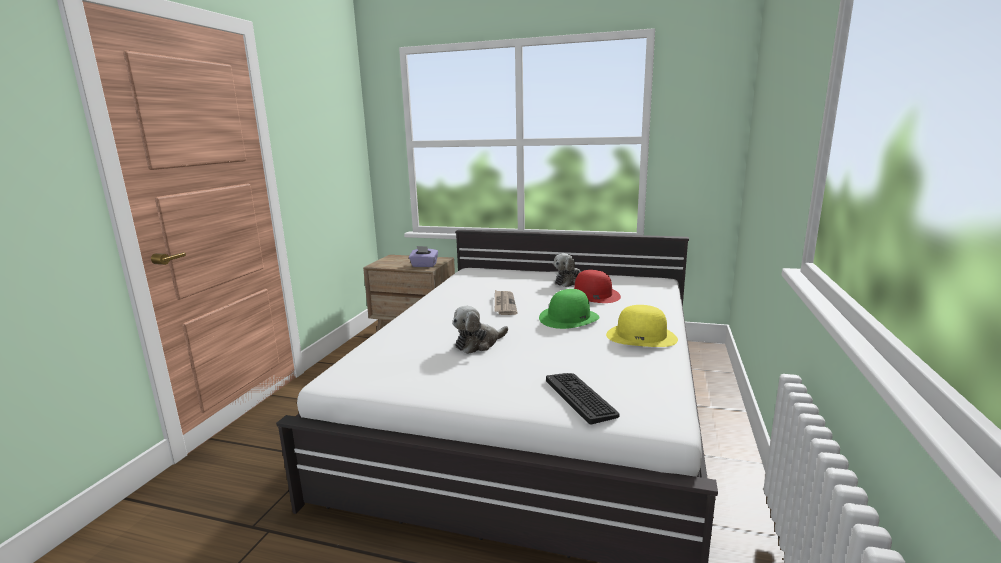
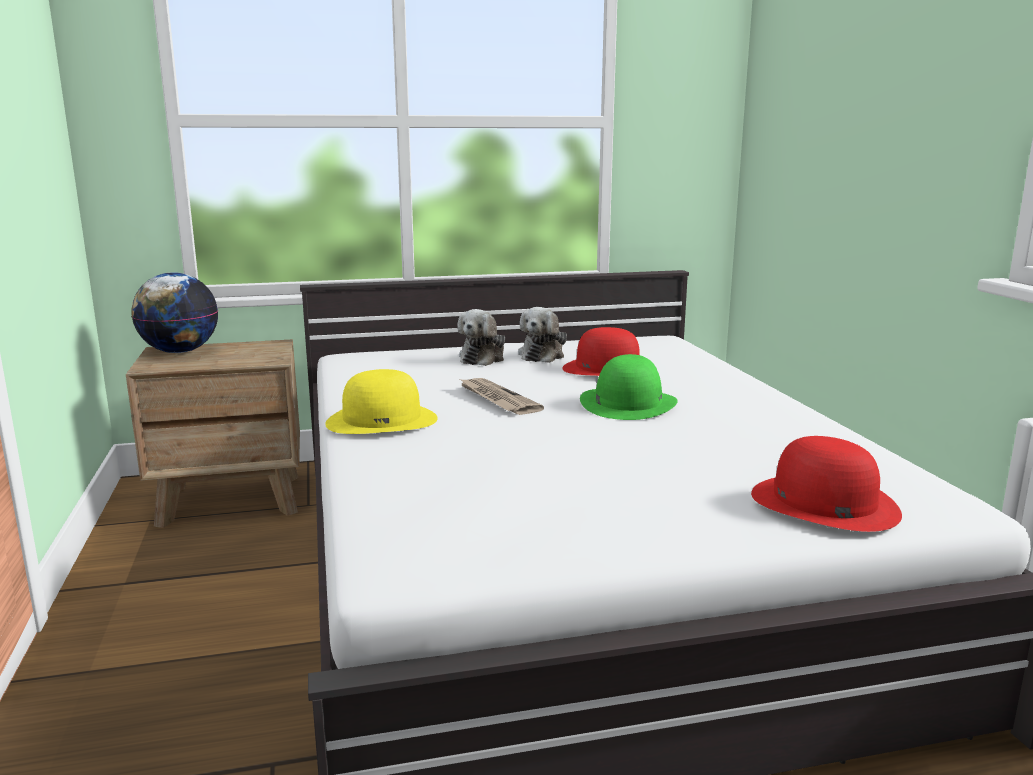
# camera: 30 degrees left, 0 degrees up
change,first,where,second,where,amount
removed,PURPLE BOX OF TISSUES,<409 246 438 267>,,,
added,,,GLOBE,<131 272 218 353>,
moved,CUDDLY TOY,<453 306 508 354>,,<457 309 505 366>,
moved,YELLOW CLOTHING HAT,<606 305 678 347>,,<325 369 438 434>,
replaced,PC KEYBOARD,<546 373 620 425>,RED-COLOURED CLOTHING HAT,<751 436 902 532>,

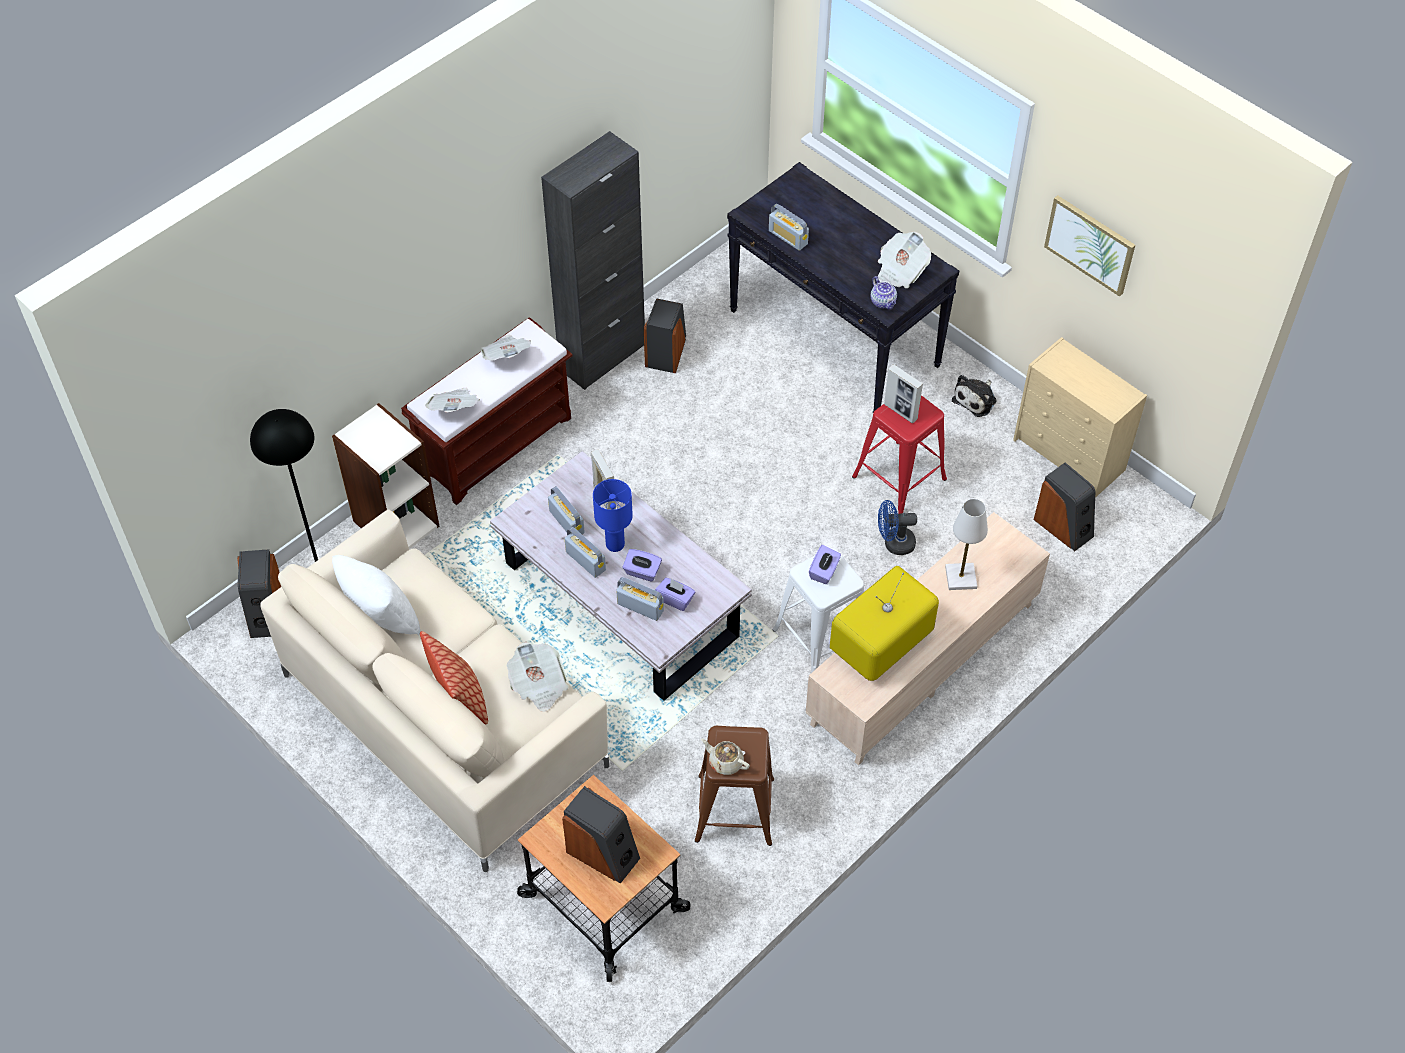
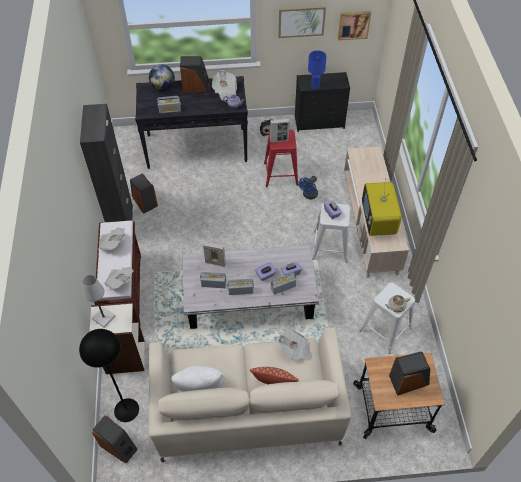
# camera: 50 degrees left, 0 degrees up
change,first,where,second,where,amount
added,,,GLOBE,<149 65 175 91>,
added,,,WALL PICTURE,<338 11 371 41>,
moved,BLUE TABLETOP LAMP,<593 479 633 552>,,<308 50 327 89>,
moved,WHITE-COLOURED TABLETOP LAMP,<945 499 988 590>,,<83 275 116 328>,
moved,LOUDSPEAKER,<1034 462 1095 551>,,<180 56 210 94>,
recoloured,BROWN-COLOURED STOOL SEAT,<695 726 774 846>,WHITE-COLOURED STOOL SEAT,<359 282 415 354>,
recoloured,BEIGE-COLOURED DRAWER CHEST,<1013 337 1147 498>,BLACKISH DRAWER CHEST,<295 72 350 132>,

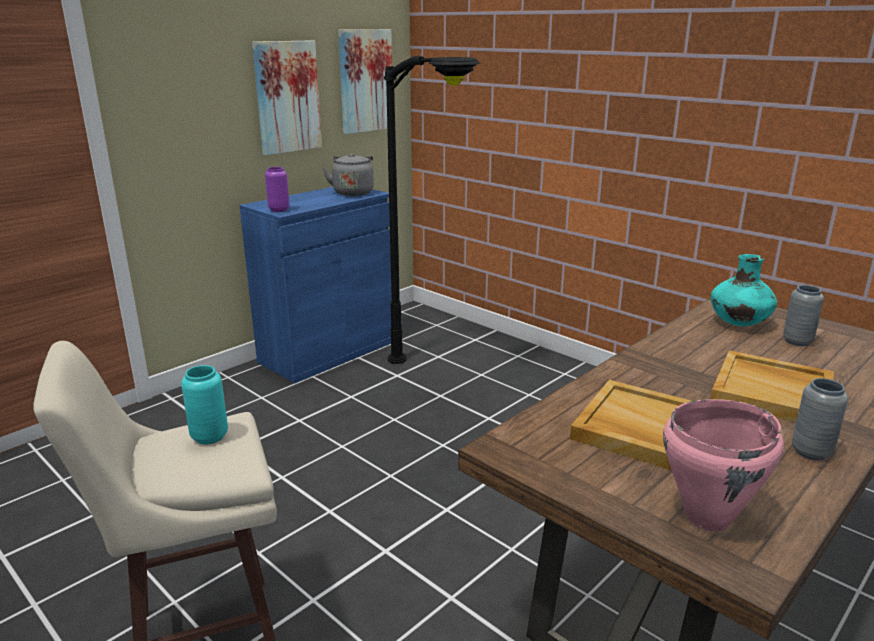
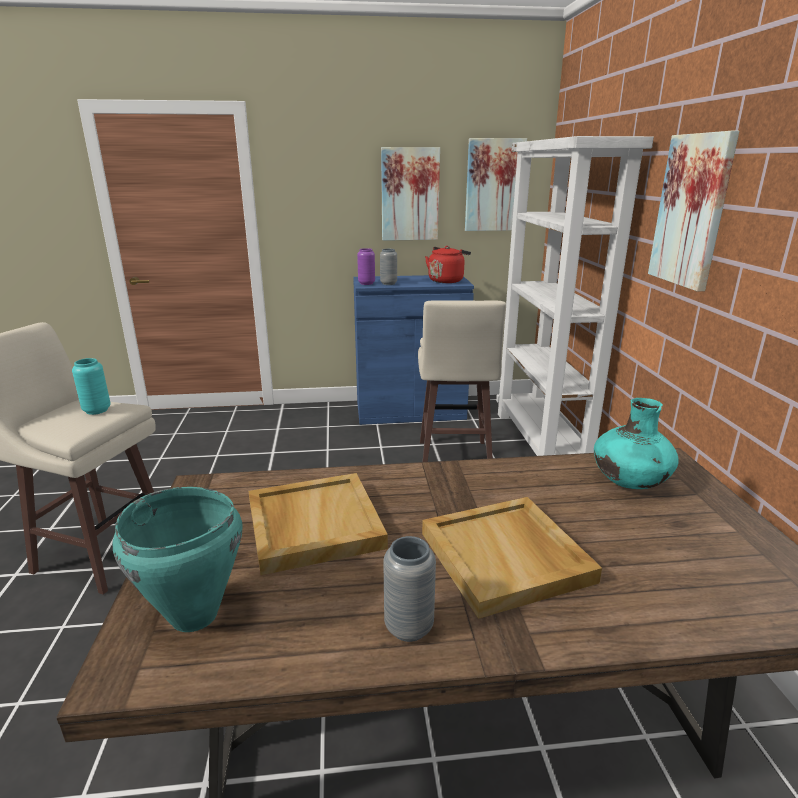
# camera: 40 degrees right, 0 degrees up
change,first,where,second,where,amount
added,,,WHITE-COLOURED BOOKCASE,<496 136 654 456>,
added,,,WALL PICTURE,<648 131 739 291>,
moved,GREY FLOWER VASE,<783 285 824 346>,,<380 249 397 285>,
replaced,BLACKISH FLOOR LAMP,<384 56 480 364>,BEIGE-COLOURED STOOL SEAT,<418 300 506 462>,
recoloured,GREY TEA KETTLE,<323 153 374 196>,RED-COLOURED TEA KETTLE,<425 246 471 283>,
recoloured,PINKISH SAUCEPOT,<663 399 784 531>,BLUE-GREEN SAUCEPOT,<113 487 242 632>,

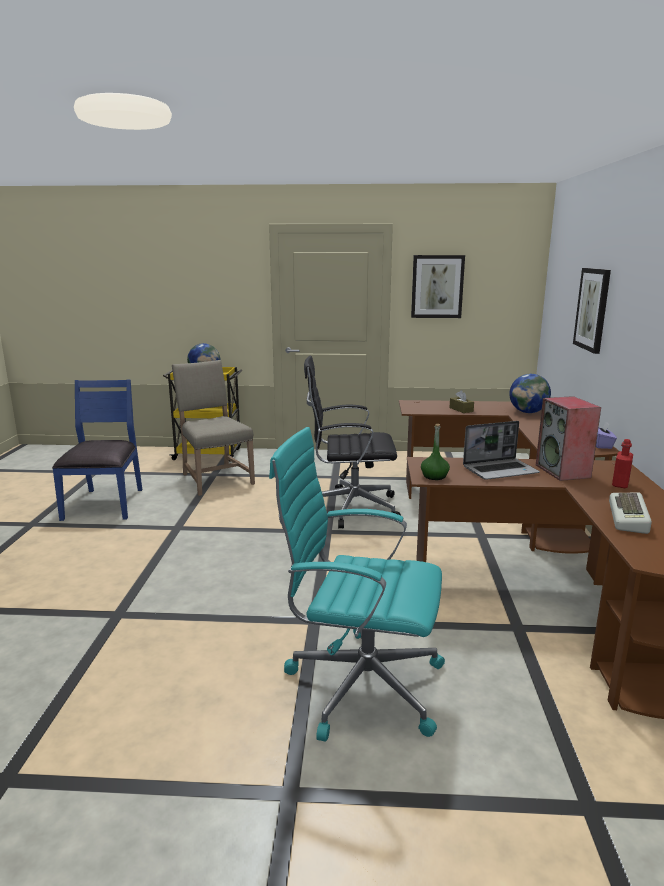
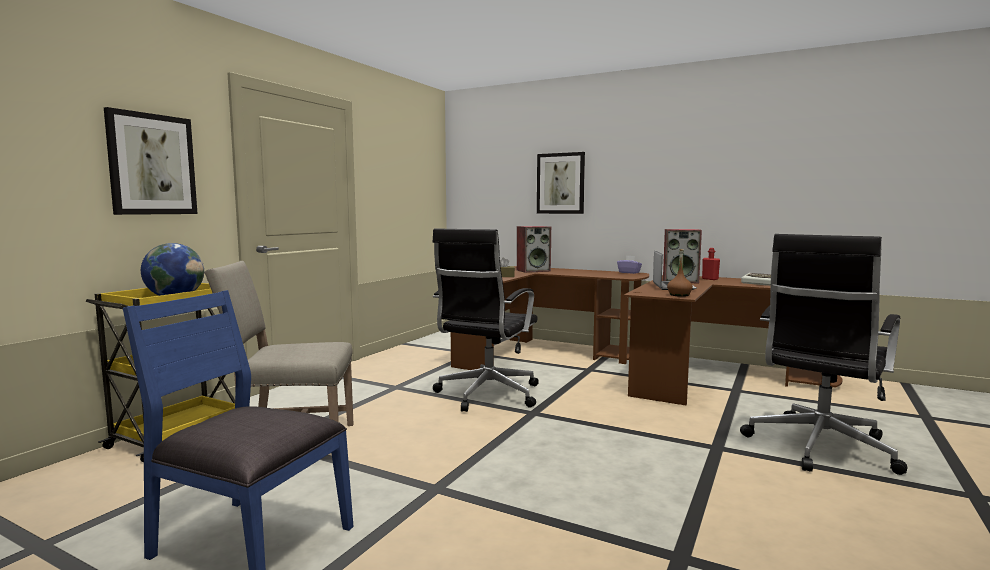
# camera: 65 degrees left, 10 degrees down
change,first,where,second,where,amount
moved,WALL PICTURE,<411 255 465 318>,,<104 107 197 215>,
replaced,GLOBE,<509 374 551 413>,LOUDSPEAKER,<517 226 551 273>,
recoloured,BLUE-GREEN DESK CHAIR,<269 427 445 742>,BLACKISH DESK CHAIR,<740 234 907 475>,
recoloured,GREEN BEVERAGE BOTTLE,<421 424 450 480>,BROWN-COLOURED BEVERAGE BOTTLE,<667 249 693 297>,

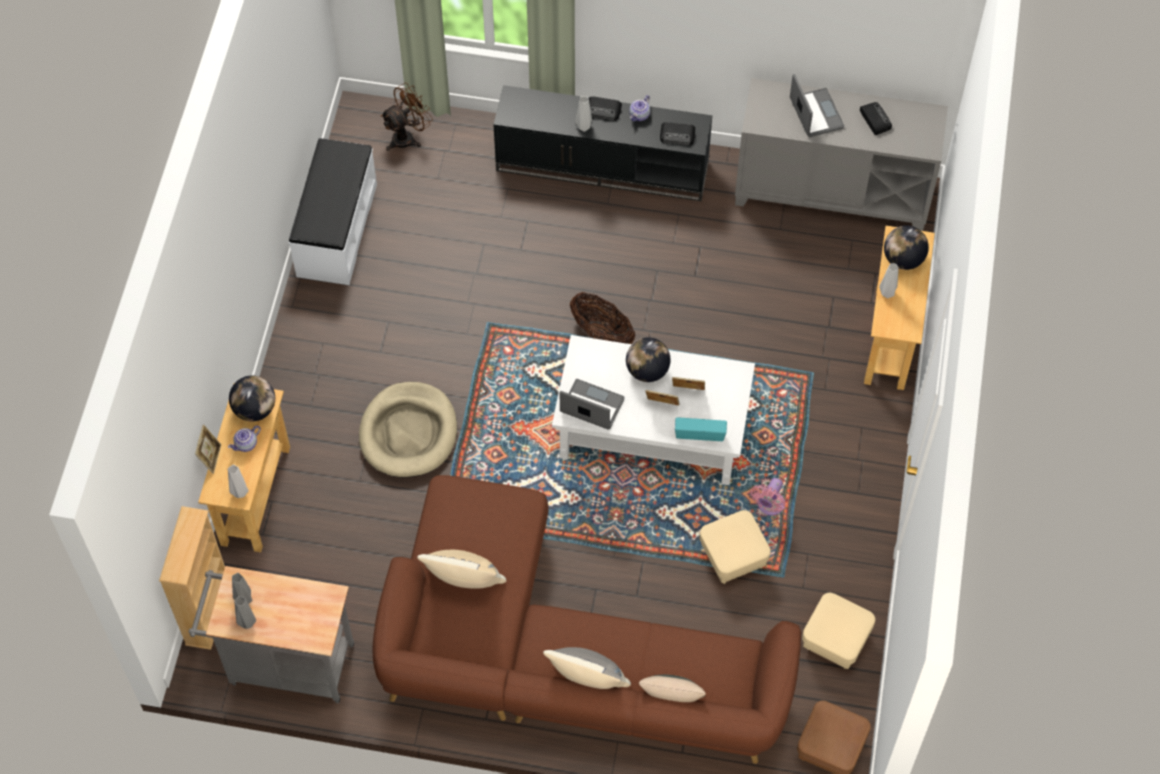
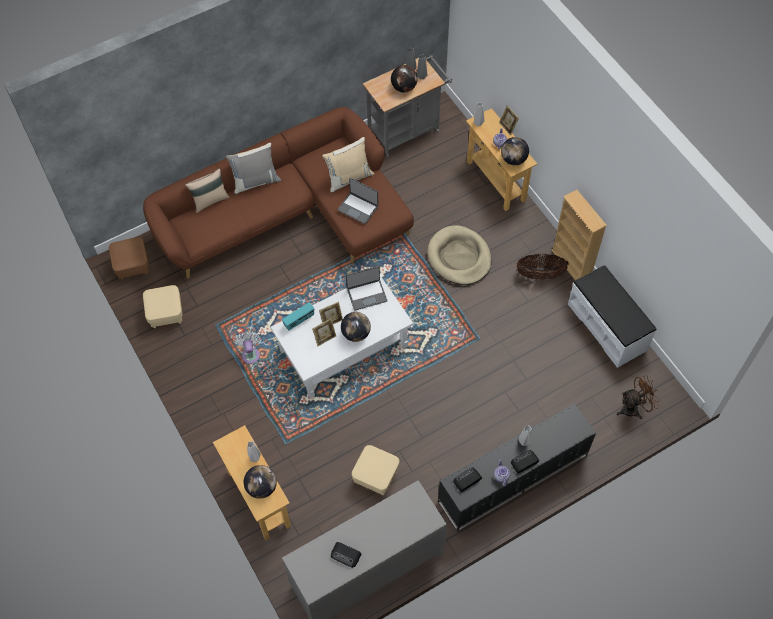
# camera: 140 degrees right, 0 degrees up
change,first,where,second,where,amount
added,,,GLOBE,<391 65 418 93>,
moved,BEIGE-COLOURED BOOKCASE,<159 506 225 650>,,<551 190 607 280>,
moved,BASKET,<570 292 635 344>,,<517 254 567 280>,
moved,BEIGE-COLOURED FOOTREST,<700 510 771 584>,,<352 445 400 495>,
moved,PORTABLE COMPUTER,<790 74 844 137>,,<337 178 378 224>,
recoloured,PINKISH ELECTRIC FAN,<750 478 786 516>,WHITE-COLOURED ELECTRIC FAN,<235 331 260 364>,
turned,BROWN-COLOURED ELECTRIC FAN,<380 83 433 151>,,<617 375 660 419>,120 degrees counterclockwise

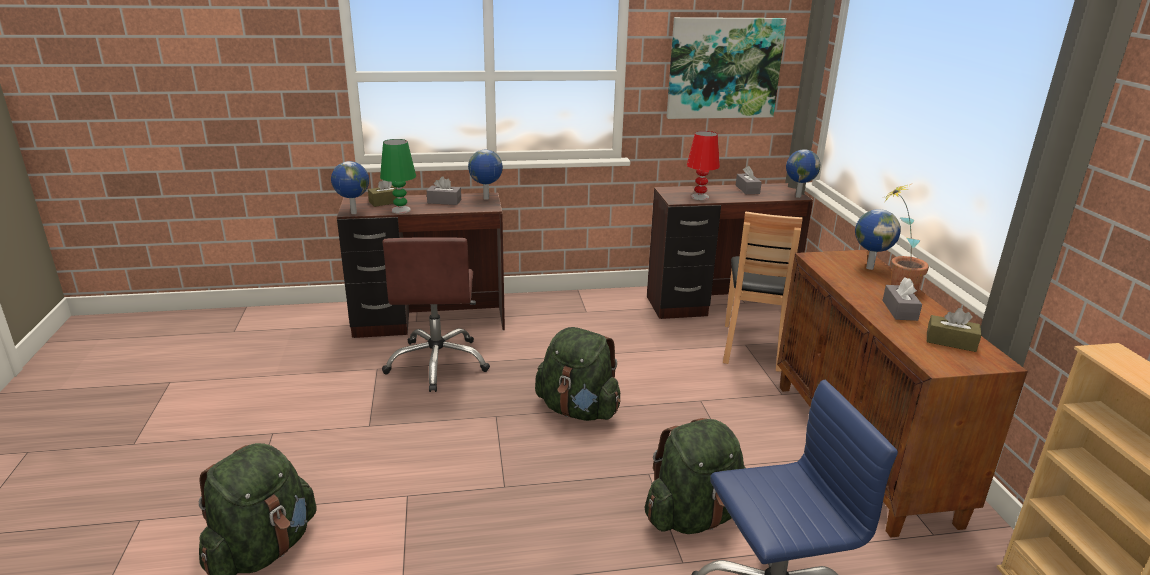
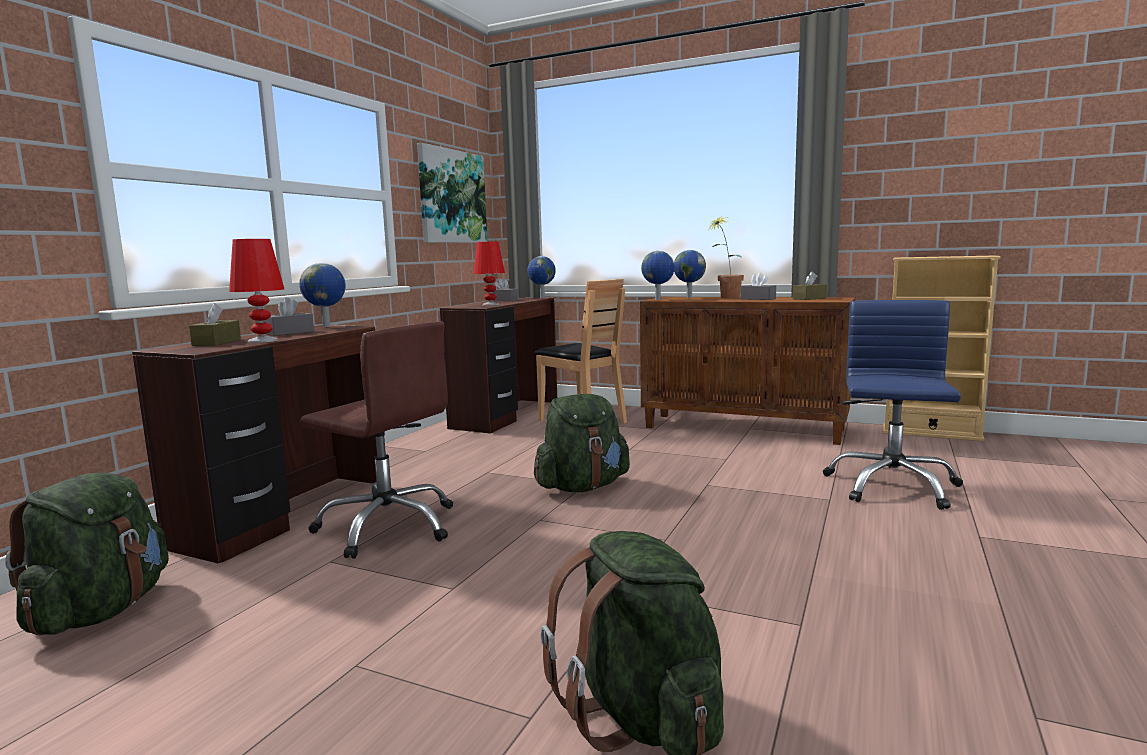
# camera: 55 degrees left, 15 degrees down
change,first,where,second,where,amount
moved,GLOBE,<331 161 369 214>,,<641 251 675 300>,
moved,GREEN KNAPSACK,<645 418 745 534>,,<5 473 169 636>,
recoloured,GREEN TABLETOP LAMP,<380 139 416 214>,RED-COLOURED TABLETOP LAMP,<229 239 284 343>,

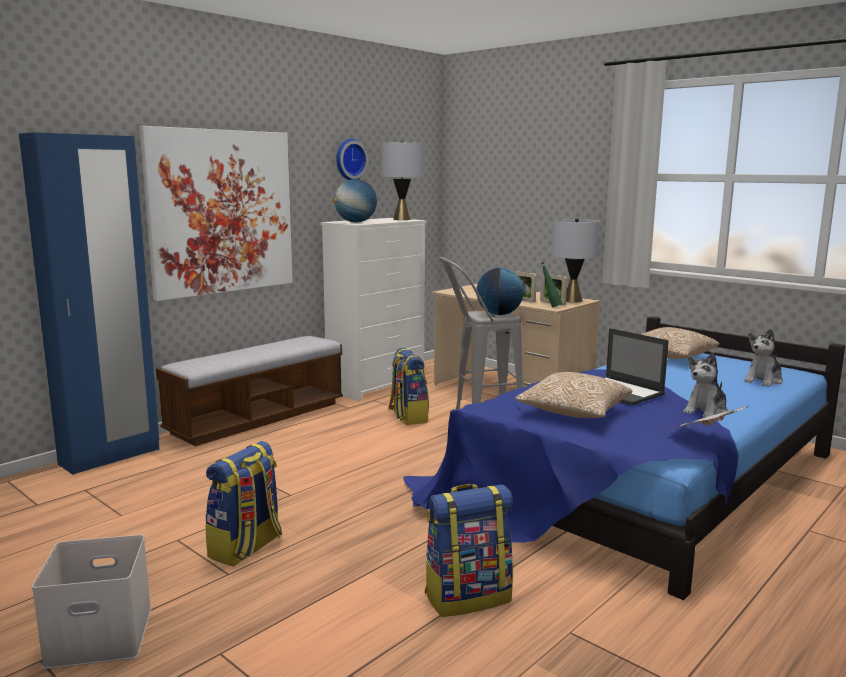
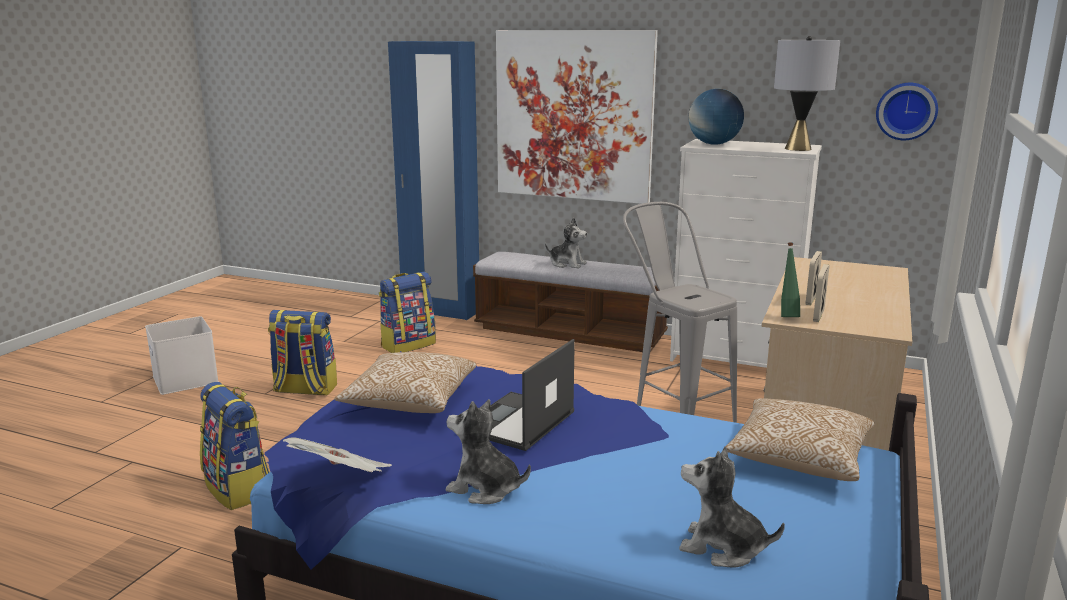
# camera: 70 degrees right, 5 degrees up
change,first,where,second,where,amount
removed,GLOBE,<477 268 524 315>,,,
removed,GREY TABLETOP LAMP,<553 218 600 303>,,,
added,,,CUDDLY TOY,<545 217 587 269>,
moved,WALL CLOCK,<336 139 369 180>,,<876 83 938 140>,
moved,KNAPSACK,<388 348 429 425>,,<379 272 436 353>,

